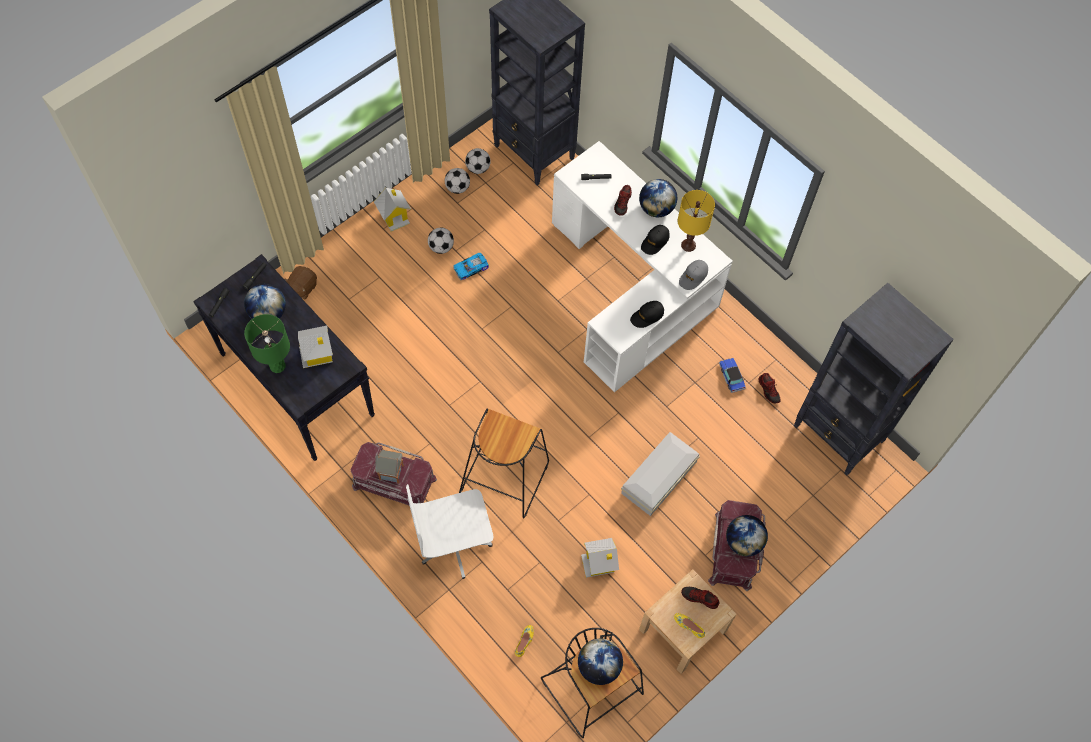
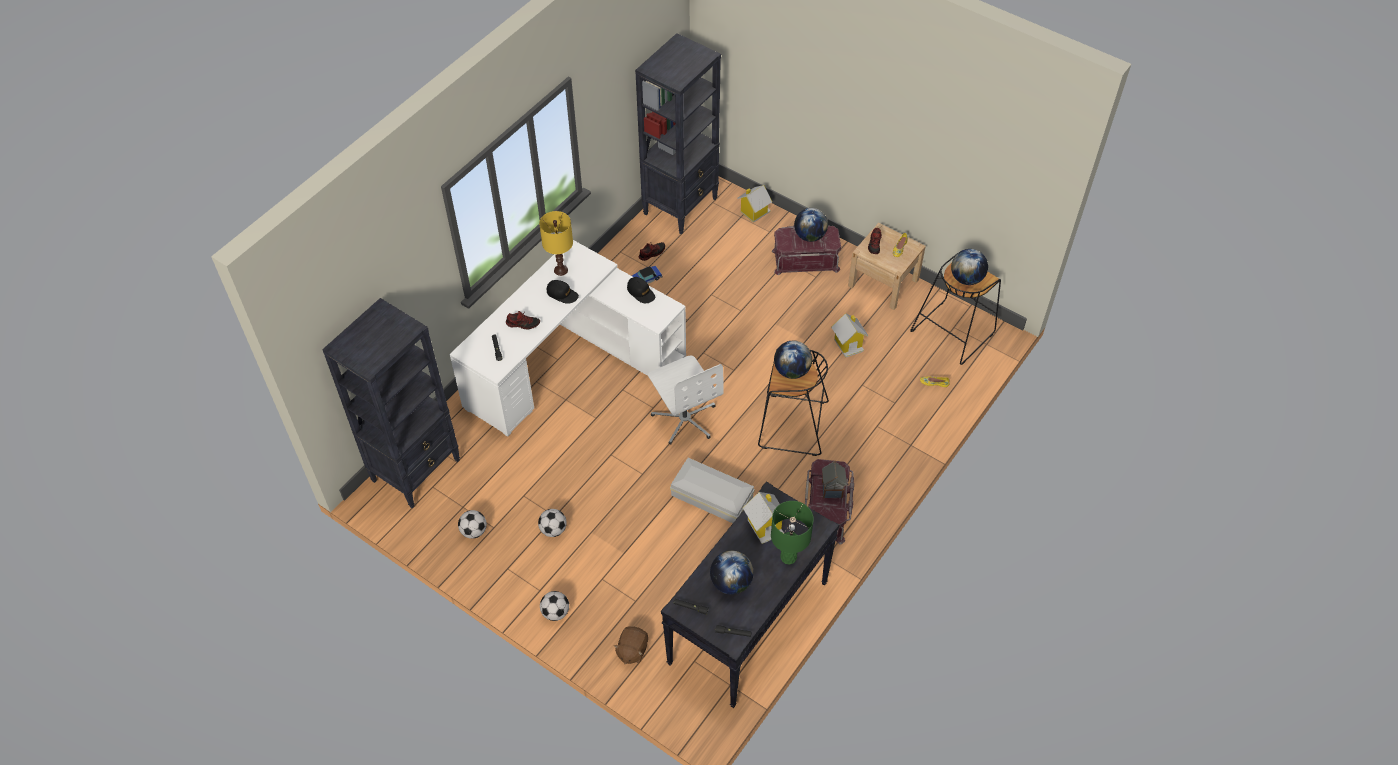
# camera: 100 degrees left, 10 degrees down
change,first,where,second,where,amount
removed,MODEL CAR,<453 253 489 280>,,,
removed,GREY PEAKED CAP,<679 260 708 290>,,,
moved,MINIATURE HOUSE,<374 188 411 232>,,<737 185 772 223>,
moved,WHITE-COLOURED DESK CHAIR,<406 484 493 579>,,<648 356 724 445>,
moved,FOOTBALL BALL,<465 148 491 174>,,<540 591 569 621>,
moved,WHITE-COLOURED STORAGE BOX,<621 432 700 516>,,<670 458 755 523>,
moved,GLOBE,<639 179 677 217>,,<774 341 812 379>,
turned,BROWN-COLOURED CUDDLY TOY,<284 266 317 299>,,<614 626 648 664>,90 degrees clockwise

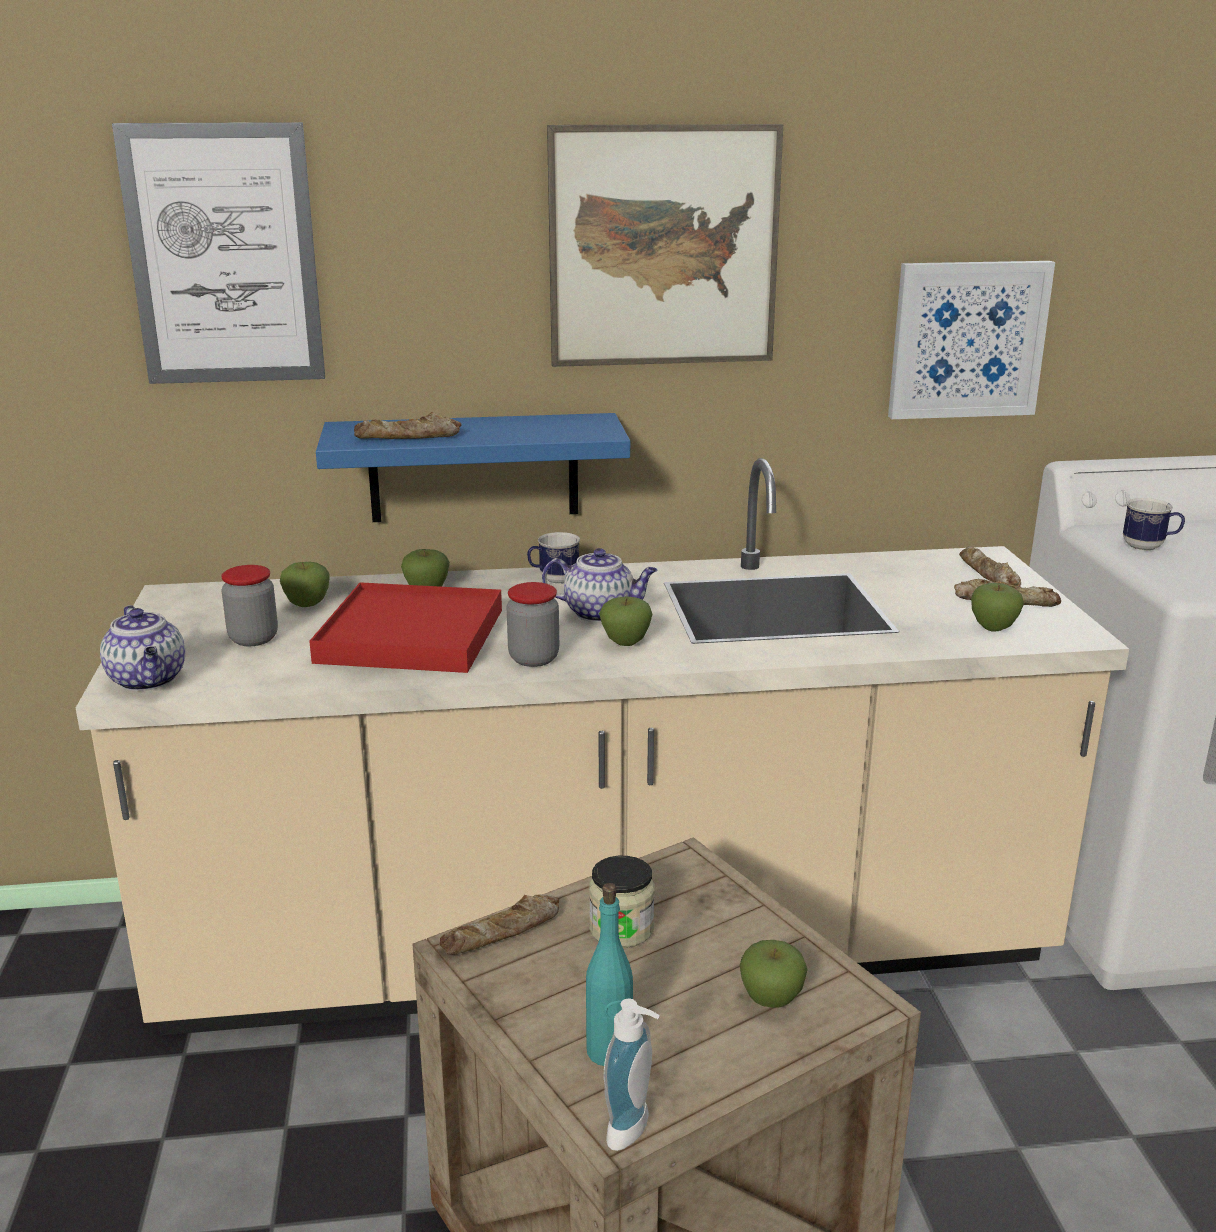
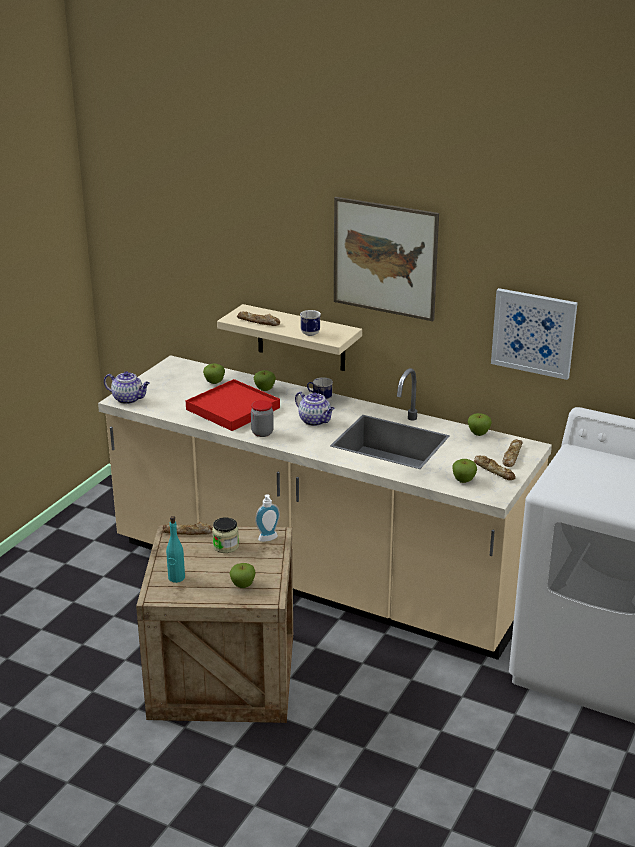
# camera: 35 degrees right, 5 degrees up
change,first,where,second,where,amount
removed,WALL PICTURE,<112 122 325 384>,,,
removed,JAR,<221 565 278 646>,,,
moved,WHOLE APPLE,<599 597 653 646>,,<468 413 492 436>,
moved,SOAP BOTTLE,<604 999 660 1151>,,<255 494 280 542>,
moved,MUG,<1123 498 1185 551>,,<300 310 321 336>,
recoloured,BLUE BRACKET SHELF,<316 413 630 522>,BEIGE-COLOURED BRACKET SHELF,<217 304 362 371>,
turned,TEA POT,<100 605 185 691>,,<104 371 150 404>,75 degrees counterclockwise

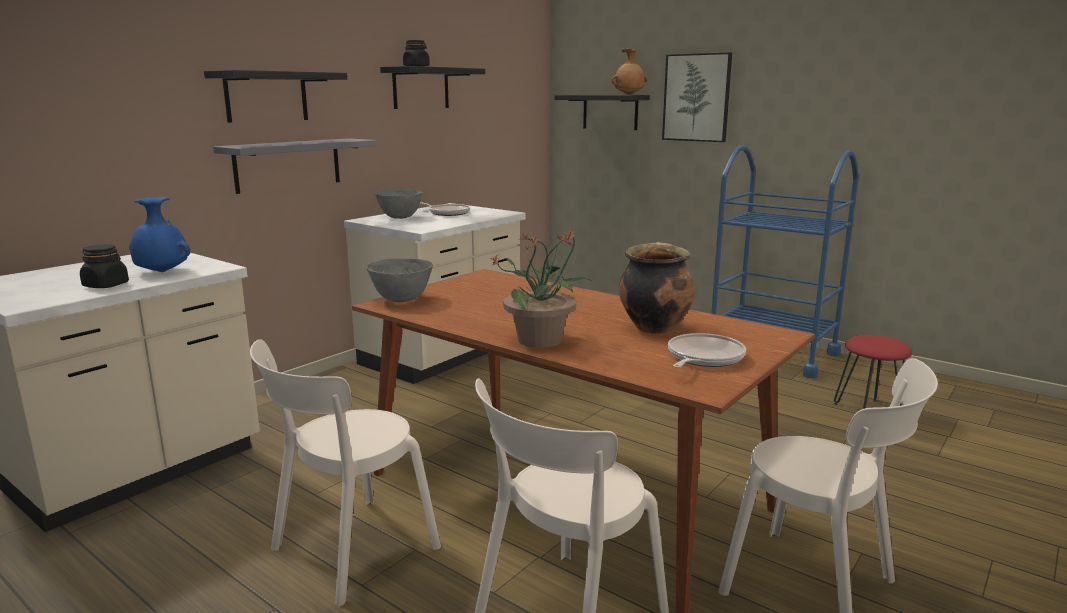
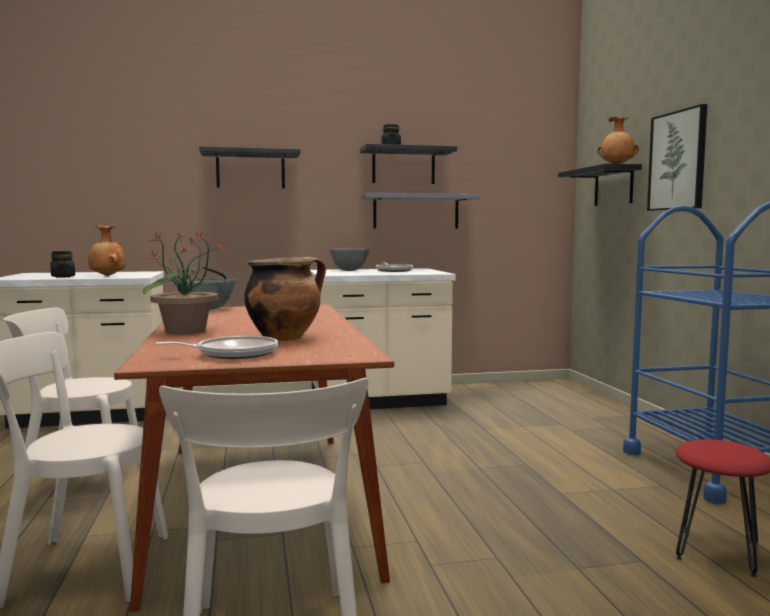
# camera: 40 degrees right, 10 degrees down
change,first,where,second,where,amount
moved,GREY BRACKET SHELF,<213 138 376 194>,,<361 193 481 229>,
recoloured,BLUE FLOWER VASE,<129 197 191 272>,BROWN-COLOURED FLOWER VASE,<88 226 126 276>,

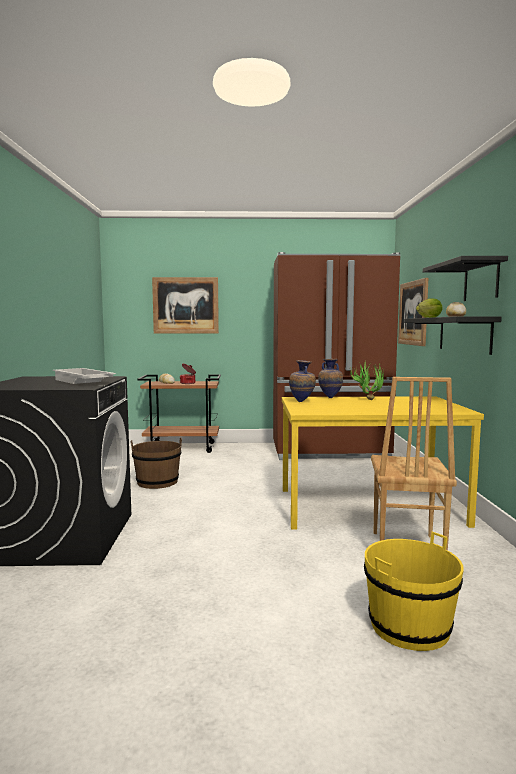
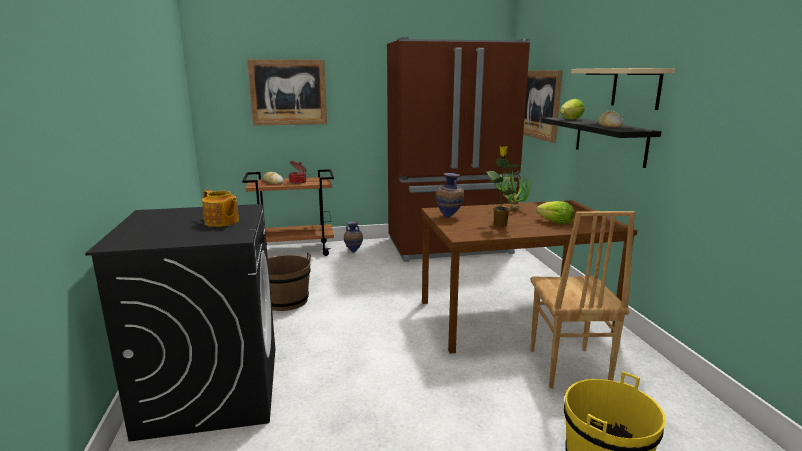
# camera: 10 degrees left, 10 degrees up
change,first,where,second,where,amount
added,,,POTTED PLANT,<486 146 523 227>,
added,,,LETTUCE HEAD,<536 201 574 225>,
moved,FLOWER VASE,<318 359 343 398>,,<344 222 363 253>,
replaced,WHITE-COLOURED TRAY,<53 368 116 384>,TEA POT,<202 190 239 227>,
recoloured,YELLOW DINING TABLE,<282 396 484 529>,BROWN-COLOURED DINING TABLE,<421 200 638 354>,
recoloured,BLACKISH BRACKET SHELF,<423 256 508 301>,BEIGE-COLOURED BRACKET SHELF,<571 68 675 110>,

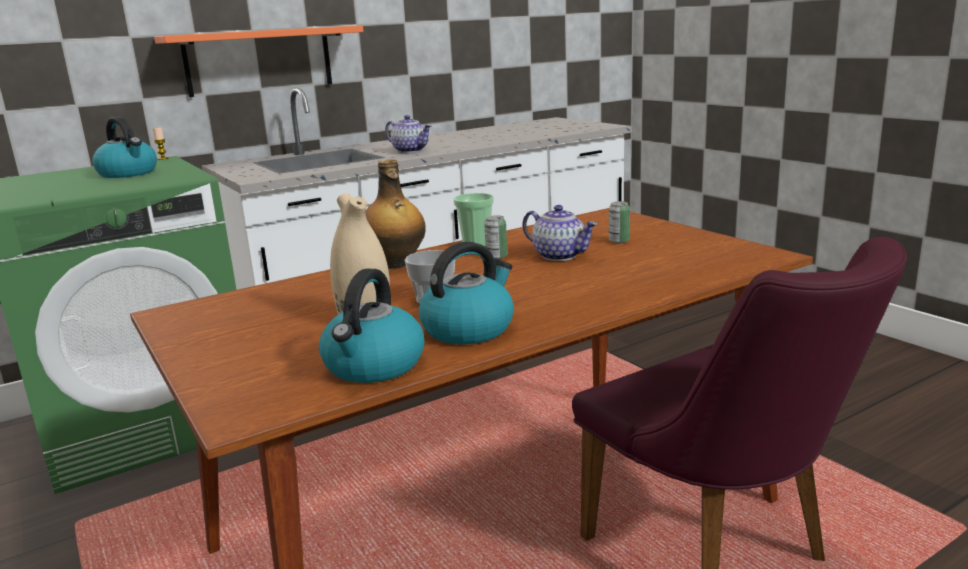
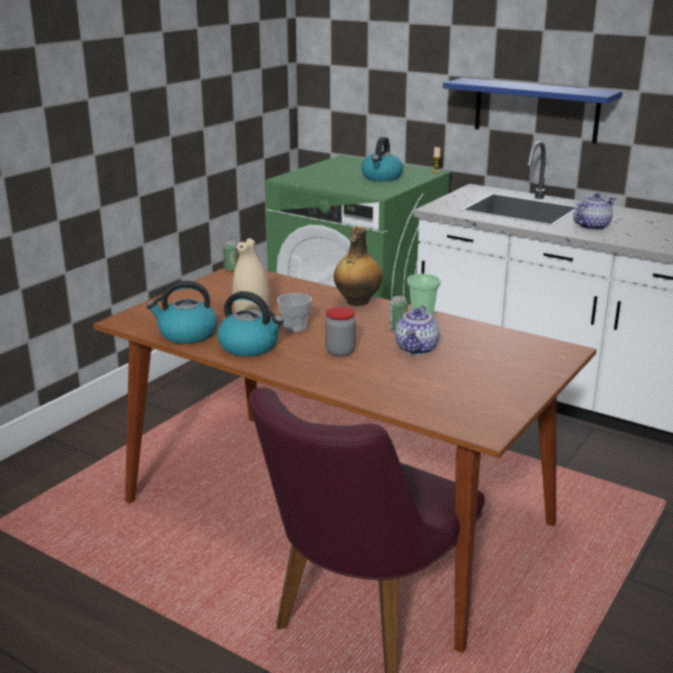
# camera: 65 degrees right, 5 degrees up
change,first,where,second,where,amount
added,,,JAR,<325 307 356 357>,
moved,SEALED CAN,<609 201 630 244>,,<223 241 238 271>,
recoloured,ORANGEY BRACKET SHELF,<154 25 364 97>,BLUE BRACKET SHELF,<443 78 622 143>,
turned,TEA POT,<385 115 432 153>,,<573 193 616 230>,135 degrees counterclockwise

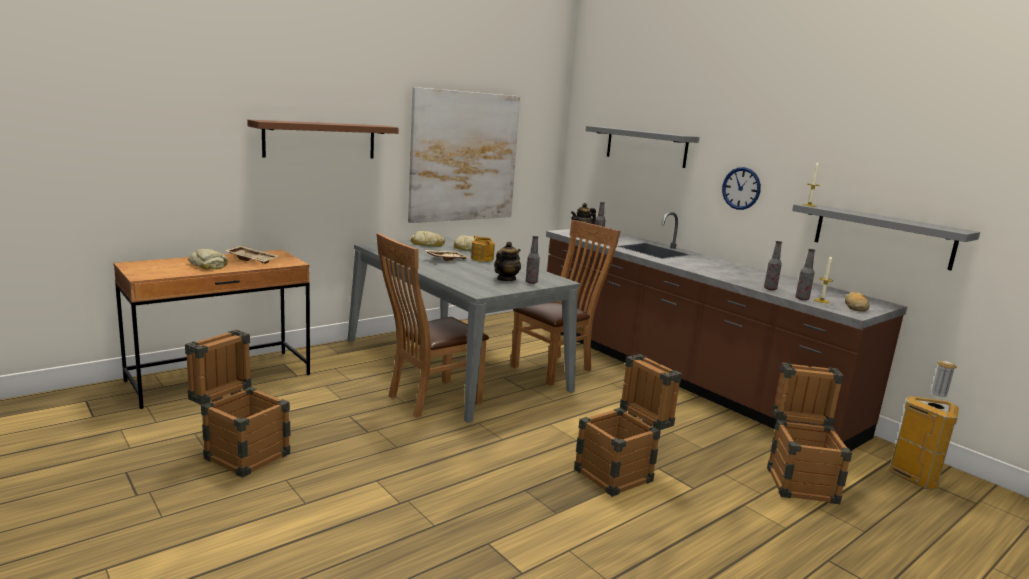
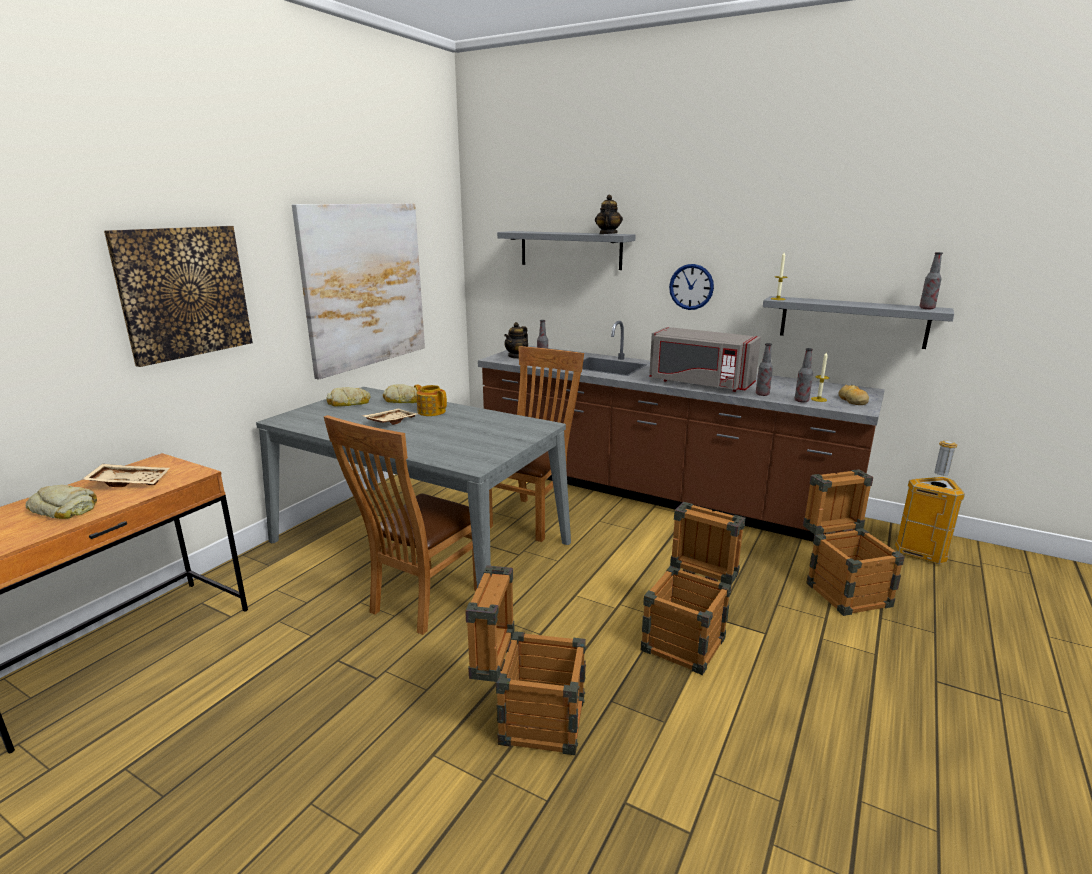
# camera: 20 degrees left, 5 degrees up
change,first,where,second,where,amount
added,,,GREY MICROWAVE,<649 327 761 392>,
moved,PACKING CRATE,<185 329 290 478>,,<465 565 586 755>,
moved,TEA POT,<494 241 521 281>,,<595 195 623 234>,
moved,BEVERAGE BOTTLE,<526 236 540 284>,,<919 252 943 309>,
replaced,BROWN-COLOURED BRACKET SHELF,<247 120 399 159>,WALL PICTURE,<104 226 253 367>,

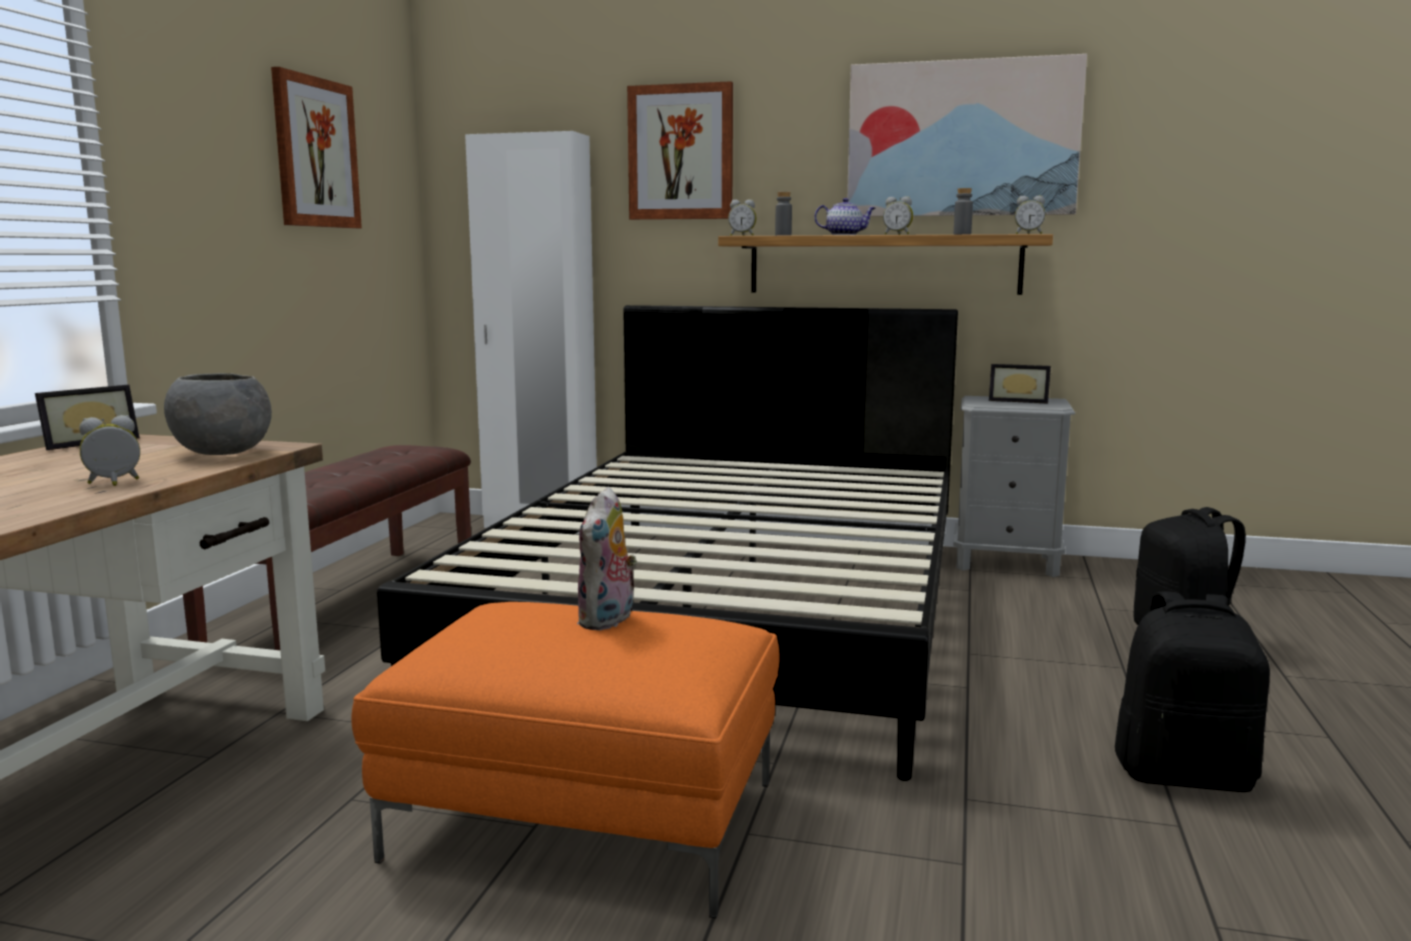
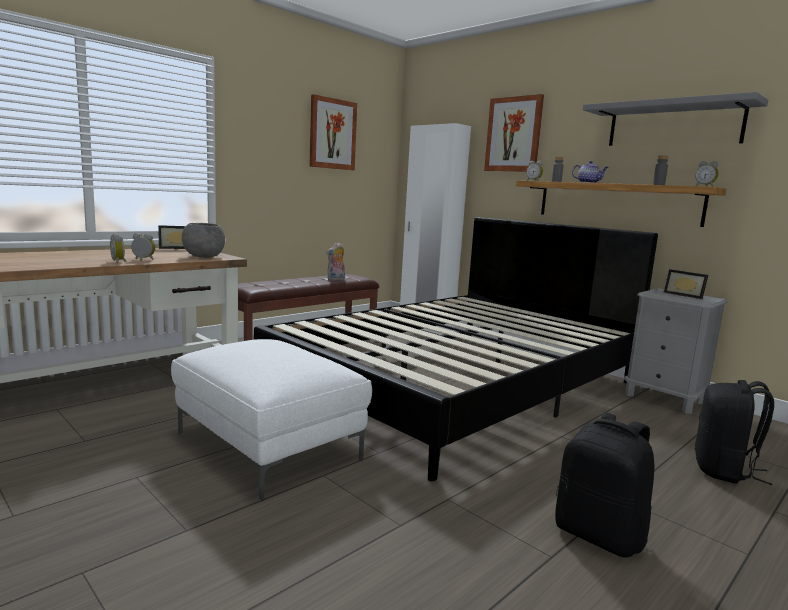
# camera: 30 degrees right, 0 degrees up
change,first,where,second,where,amount
moved,CUDDLY TOY,<577 487 637 631>,,<326 243 345 281>,
moved,TABLE CLOCK,<883 196 913 235>,,<110 233 126 263>,
replaced,WALL PICTURE,<847 54 1087 217>,GREY BRACKET SHELF,<583 92 768 146>,
recoloured,ORANGEY FOOTREST,<351 602 780 918>,WHITE-COLOURED FOOTREST,<171 339 372 501>,

